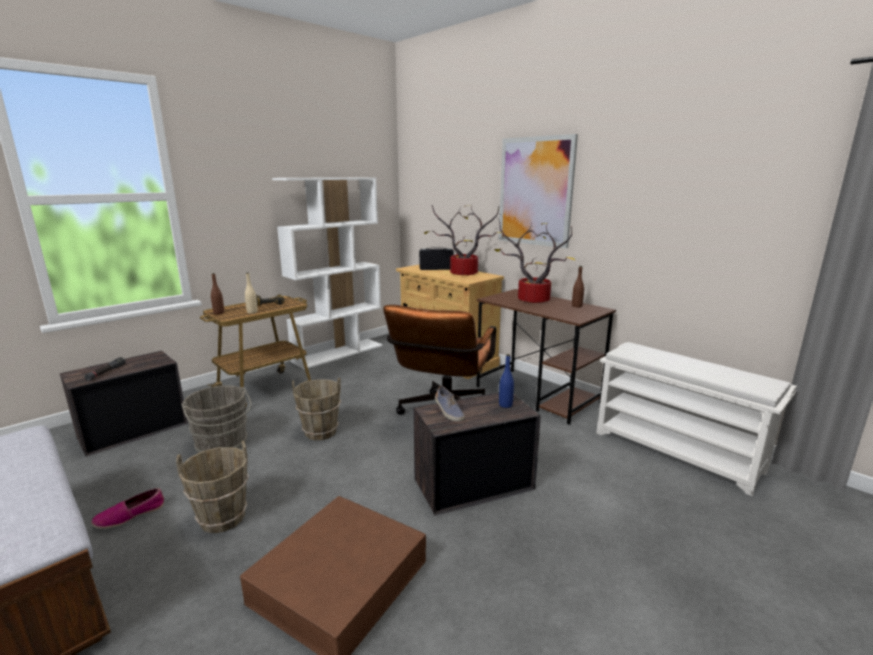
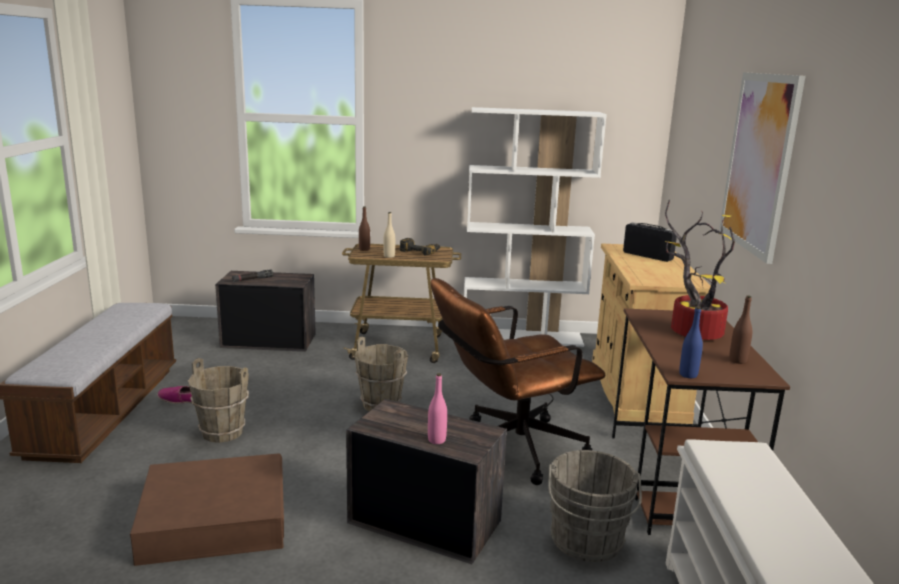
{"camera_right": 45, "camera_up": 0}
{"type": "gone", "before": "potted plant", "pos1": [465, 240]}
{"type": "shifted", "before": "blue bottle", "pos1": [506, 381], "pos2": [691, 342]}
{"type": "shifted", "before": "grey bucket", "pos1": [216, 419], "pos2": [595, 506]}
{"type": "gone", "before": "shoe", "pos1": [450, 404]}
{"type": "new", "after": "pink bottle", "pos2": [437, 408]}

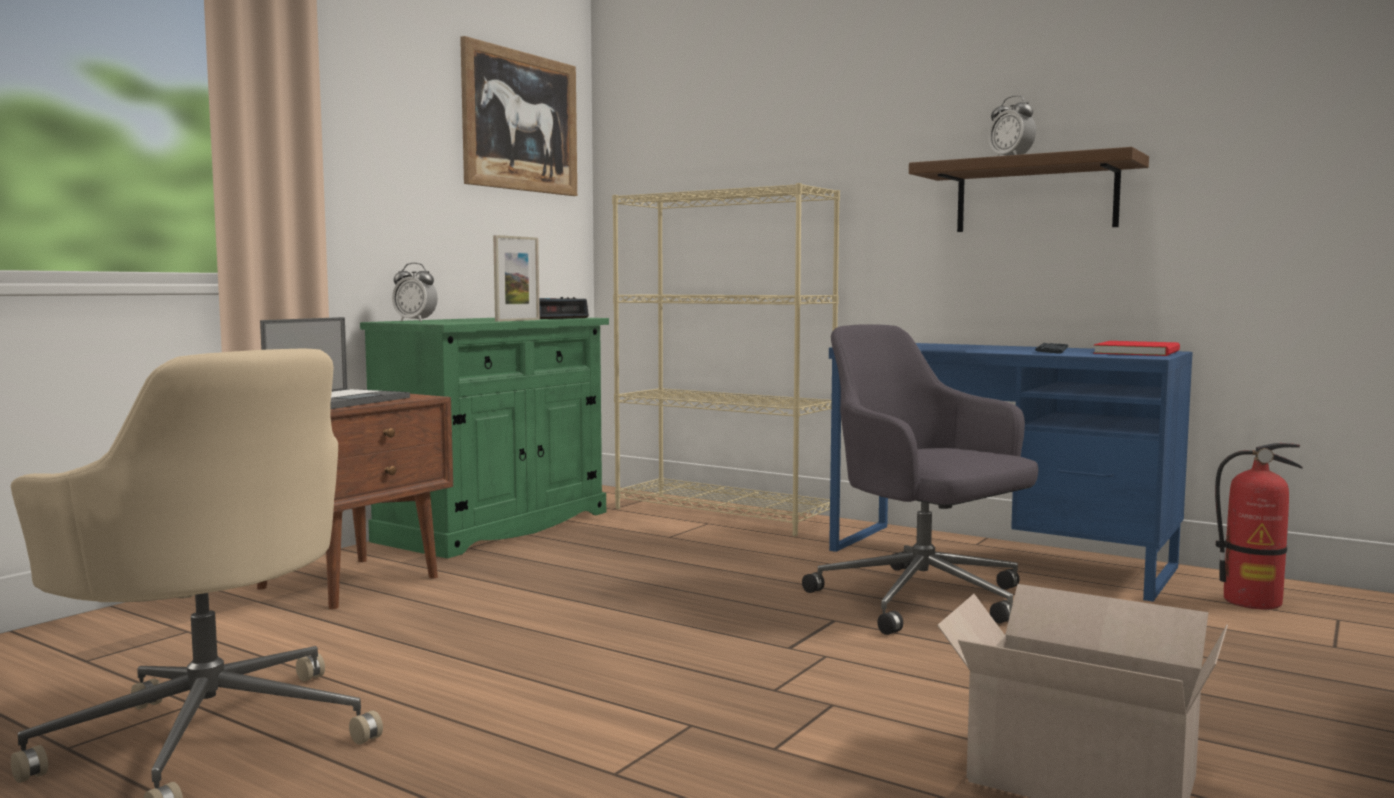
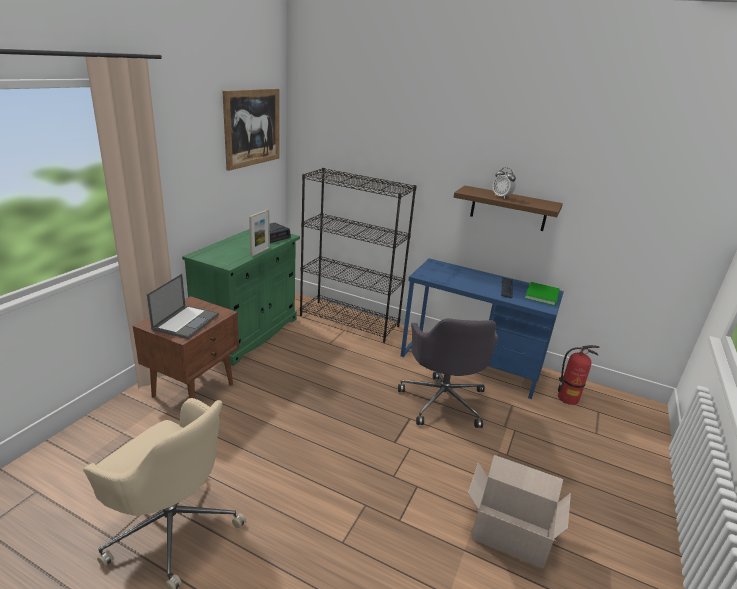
{"camera_right": -10, "camera_up": 20}
{"type": "repainted", "before": "beige bookcase", "after": "black bookcase", "pos1": [726, 359], "pos2": [358, 255]}
{"type": "gone", "before": "alarm clock", "pos1": [415, 292]}
{"type": "rotated", "before": "grey office chair", "pos1": [920, 479], "pos2": [448, 373], "turn": -135}
{"type": "repainted", "before": "red book", "after": "green book", "pos1": [1136, 348], "pos2": [542, 294]}

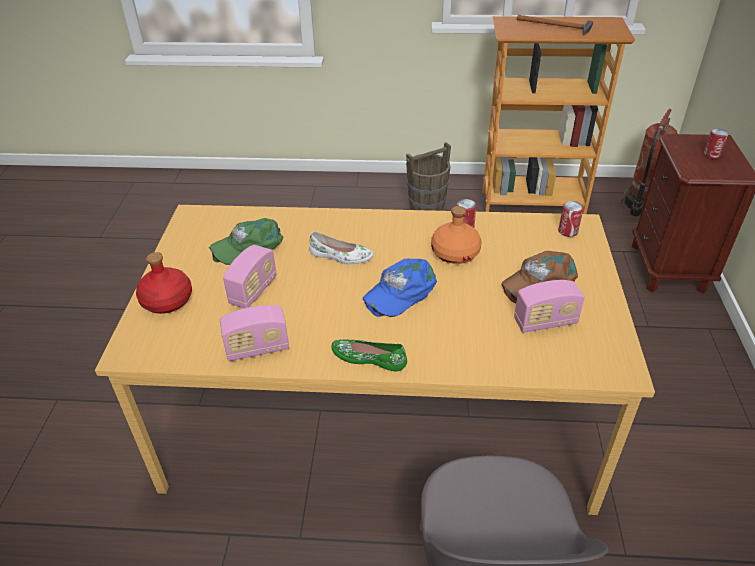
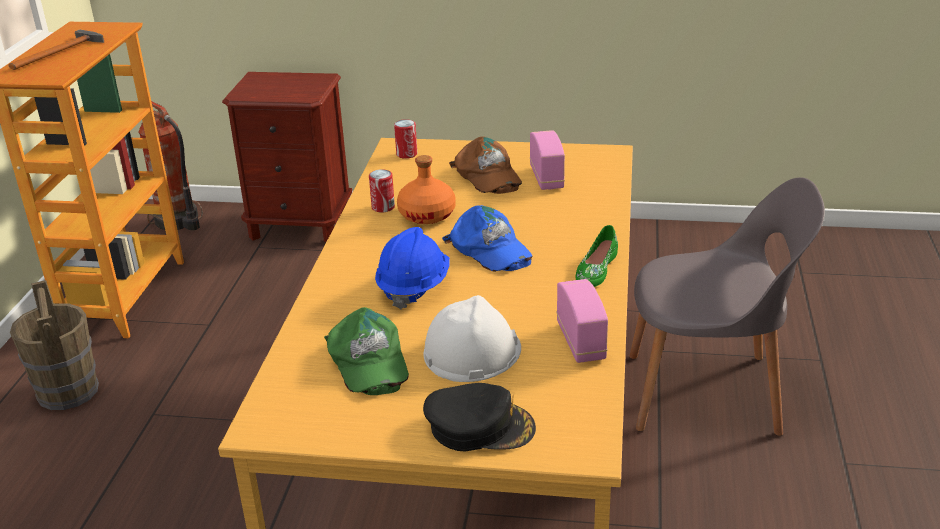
{"camera_right": -85, "camera_up": -10}
{"type": "gone", "before": "can", "pos1": [716, 144]}
{"type": "swapped", "before": "white shoe", "after": "blue hard hat", "pos1": [341, 248], "pos2": [412, 268]}
{"type": "swapped", "before": "radio", "after": "white hard hat", "pos1": [250, 276], "pos2": [472, 338]}
{"type": "swapped", "before": "red bottle", "after": "black cap", "pos1": [164, 283], "pos2": [479, 417]}

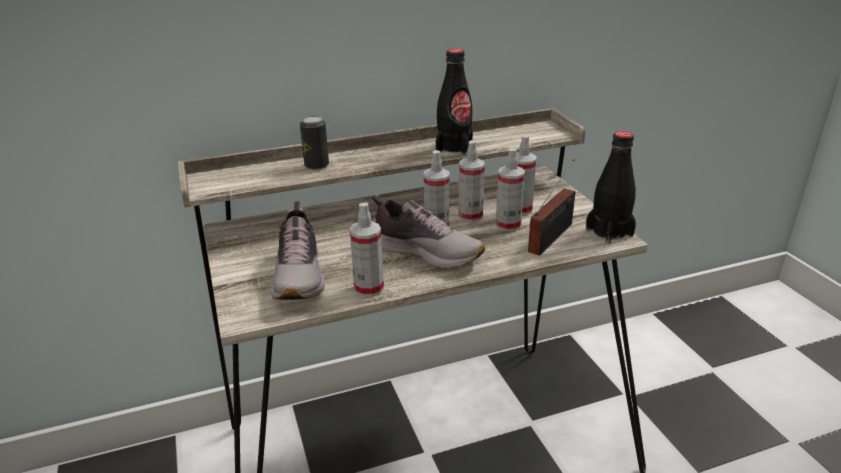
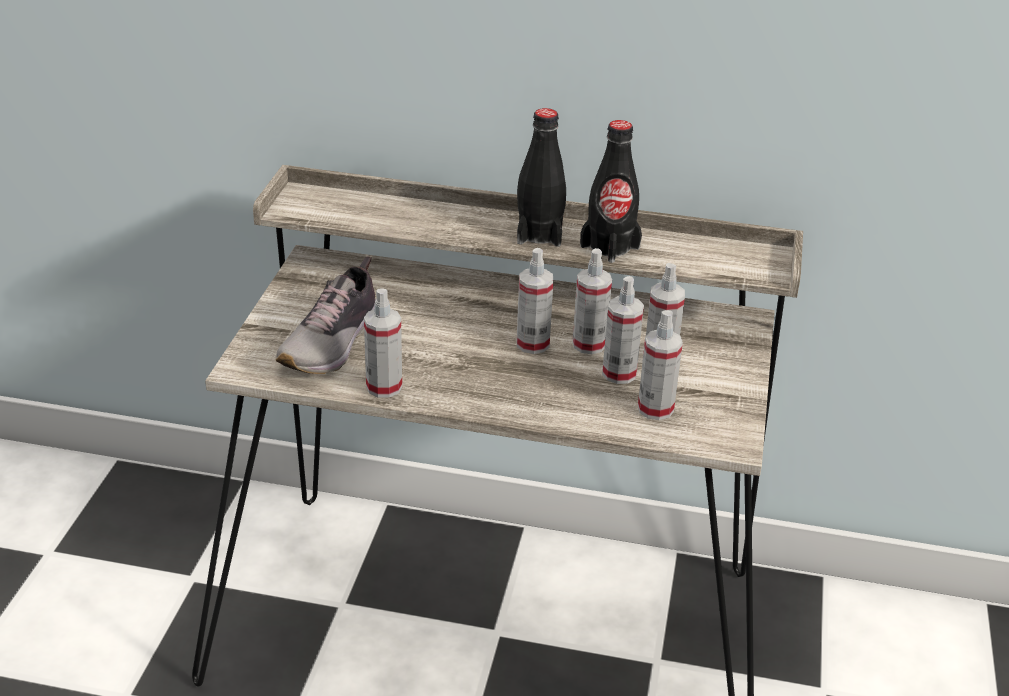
{"camera_right": 30, "camera_up": 5}
{"type": "gone", "before": "can", "pos1": [314, 143]}
{"type": "shifted", "before": "black bottle", "pos1": [611, 187], "pos2": [541, 177]}
{"type": "swapped", "before": "radio", "after": "spray bottle", "pos1": [551, 207], "pos2": [660, 365]}
{"type": "gone", "before": "shoe", "pos1": [428, 232]}

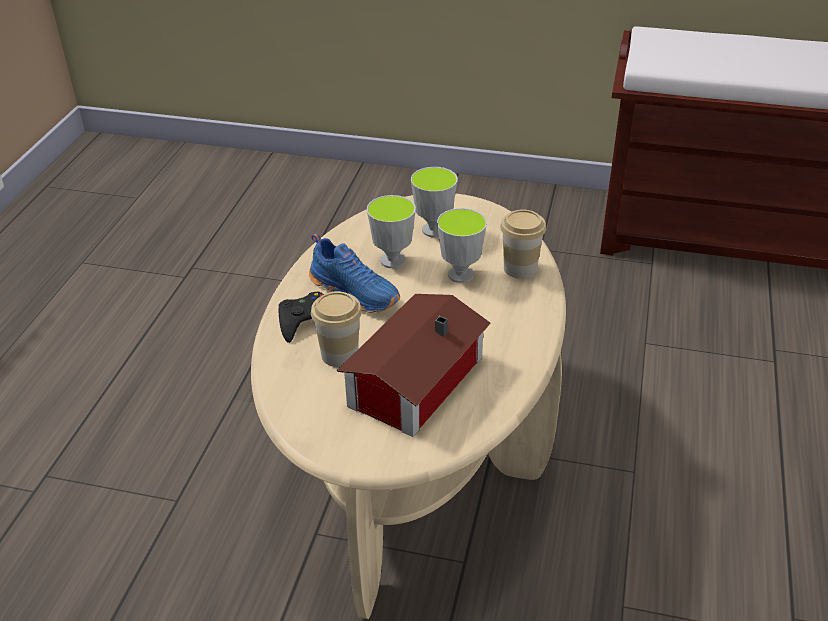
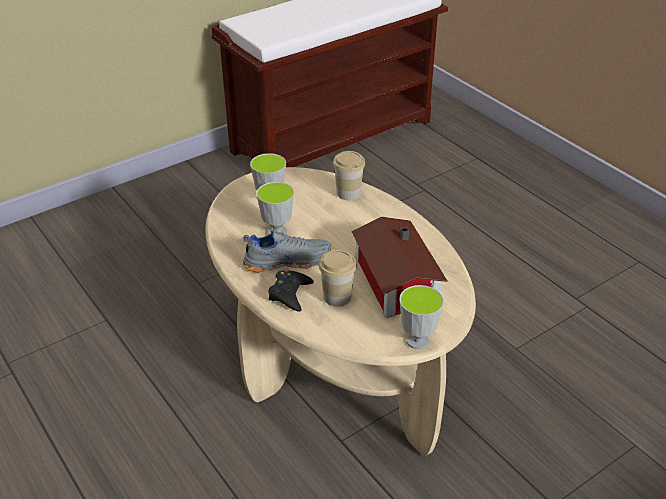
{"camera_right": -50, "camera_up": 0}
{"type": "shifted", "before": "cup", "pos1": [462, 245], "pos2": [421, 317]}
{"type": "repainted", "before": "blue shoe", "after": "grey shoe", "pos1": [354, 273], "pos2": [287, 251]}

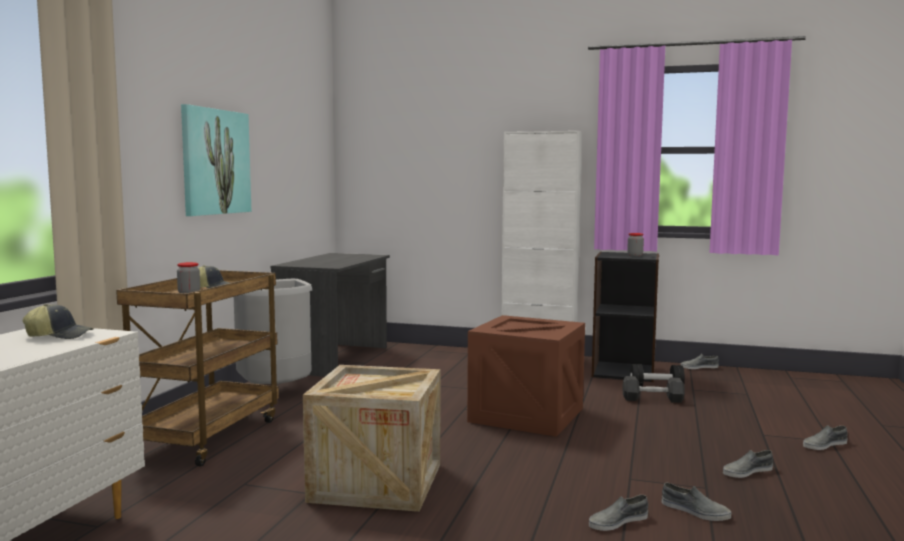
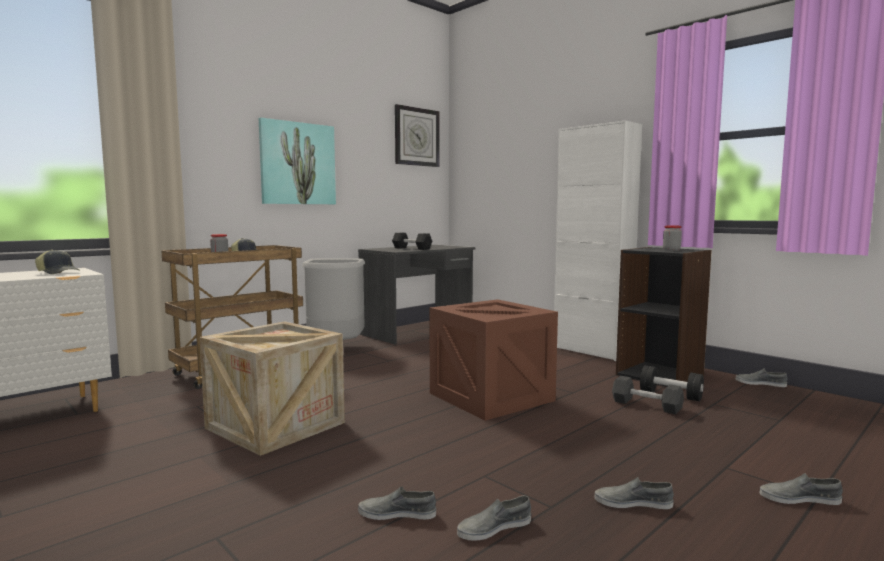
{"camera_right": 30, "camera_up": 0}
{"type": "rotated", "before": "grey shoe", "pos1": [696, 502], "pos2": [494, 518], "turn": 90}
{"type": "new", "after": "wall clock", "pos2": [417, 135]}
{"type": "new", "after": "black dumbbell", "pos2": [412, 241]}

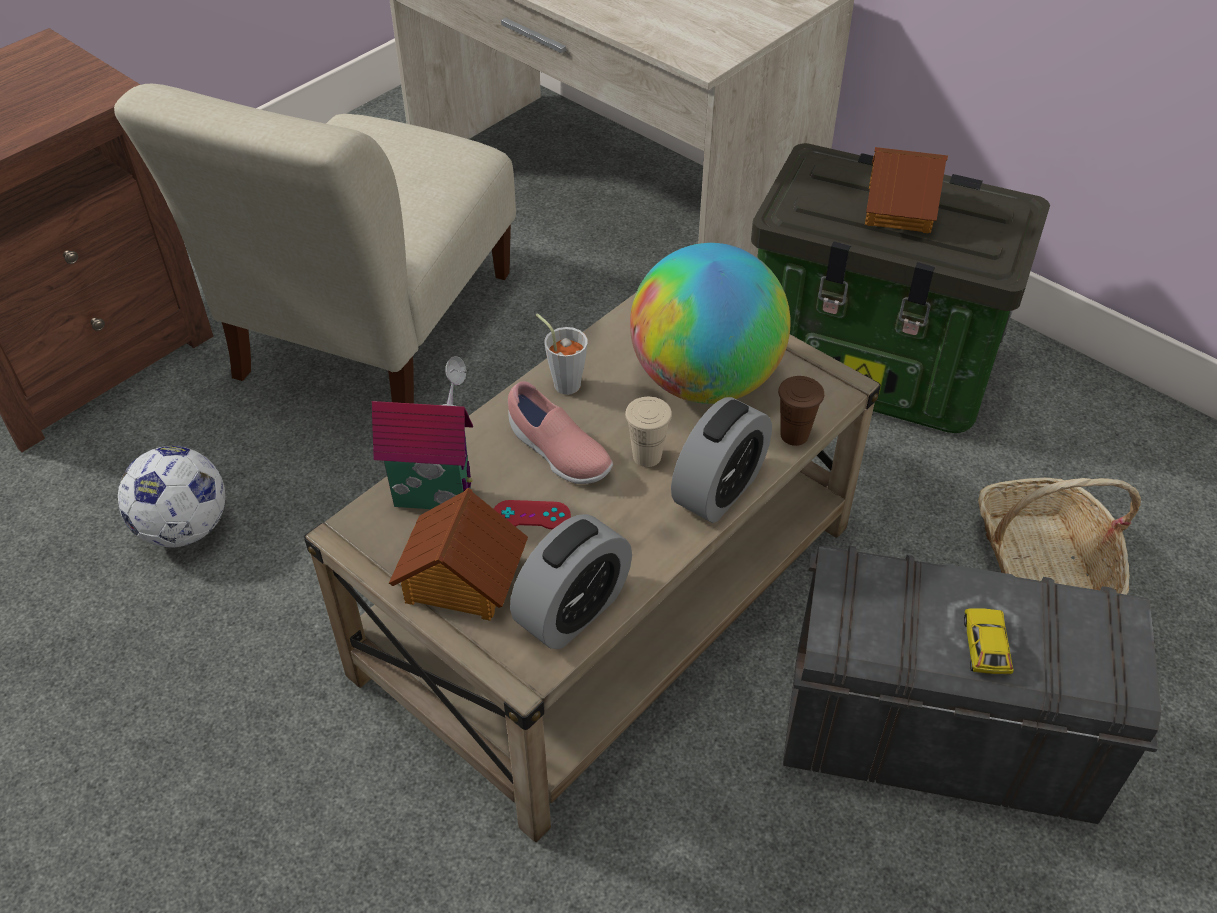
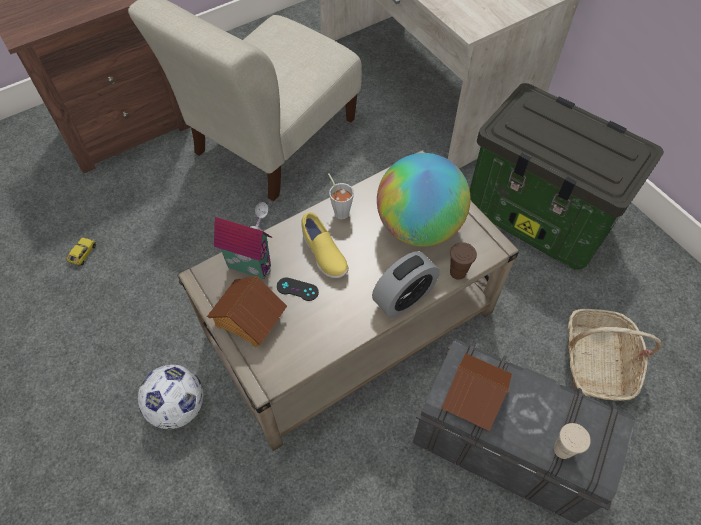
{"camera_right": 15, "camera_up": 10}
{"type": "shifted", "before": "toy house", "pos1": [906, 190], "pos2": [477, 392]}
{"type": "repainted", "before": "pink shoe", "after": "yellow shoe", "pos1": [560, 432], "pos2": [325, 245]}
{"type": "shifted", "before": "beige cup", "pos1": [648, 432], "pos2": [572, 441]}
{"type": "shifted", "before": "football", "pos1": [171, 497], "pos2": [170, 397]}
{"type": "repainted", "before": "red game controller", "after": "black game controller", "pos1": [532, 514], "pos2": [298, 289]}
{"type": "gone", "before": "alarm clock", "pos1": [571, 581]}
{"type": "shifted", "before": "toy car", "pos1": [989, 641], "pos2": [81, 251]}

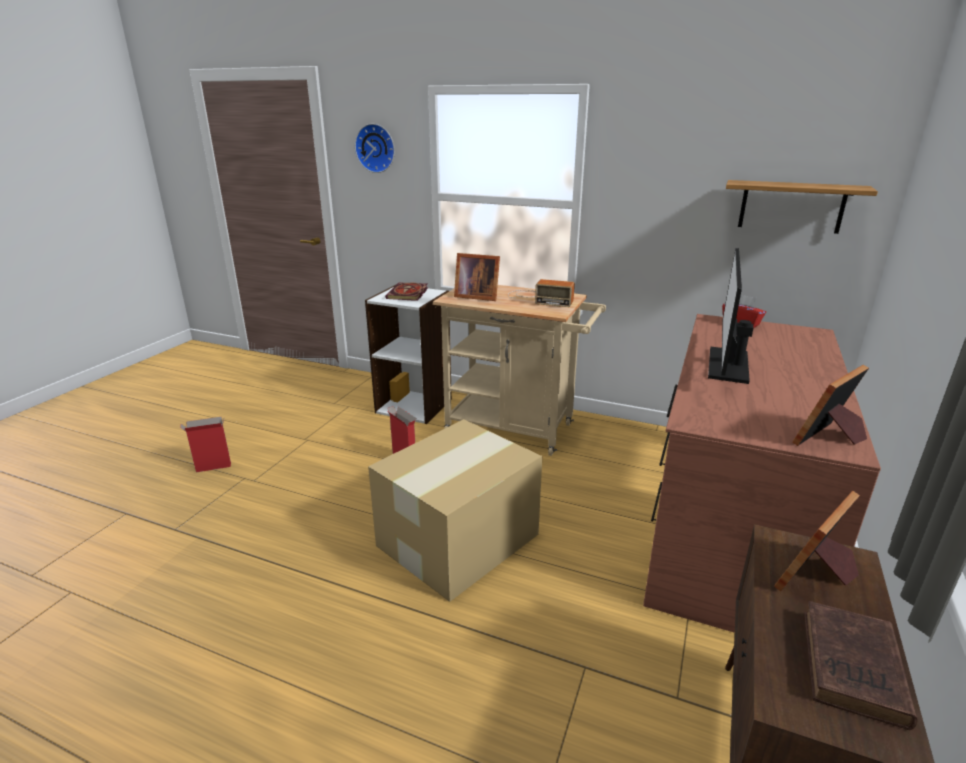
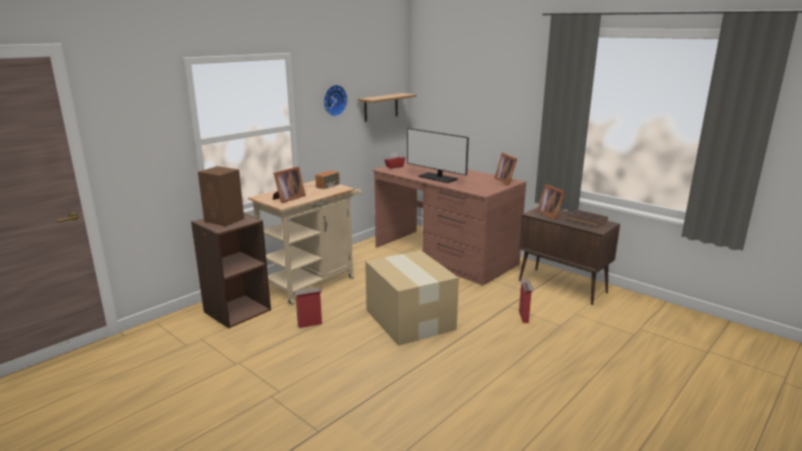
{"camera_right": -70, "camera_up": -5}
{"type": "shifted", "before": "wall clock", "pos1": [375, 148], "pos2": [336, 101]}
{"type": "swapped", "before": "book", "after": "brown speaker", "pos1": [406, 292], "pos2": [221, 196]}
{"type": "repainted", "before": "white bookcase", "after": "brown bookcase", "pos1": [408, 354], "pos2": [231, 270]}
{"type": "shifted", "before": "cardboard box", "pos1": [205, 444], "pos2": [526, 300]}

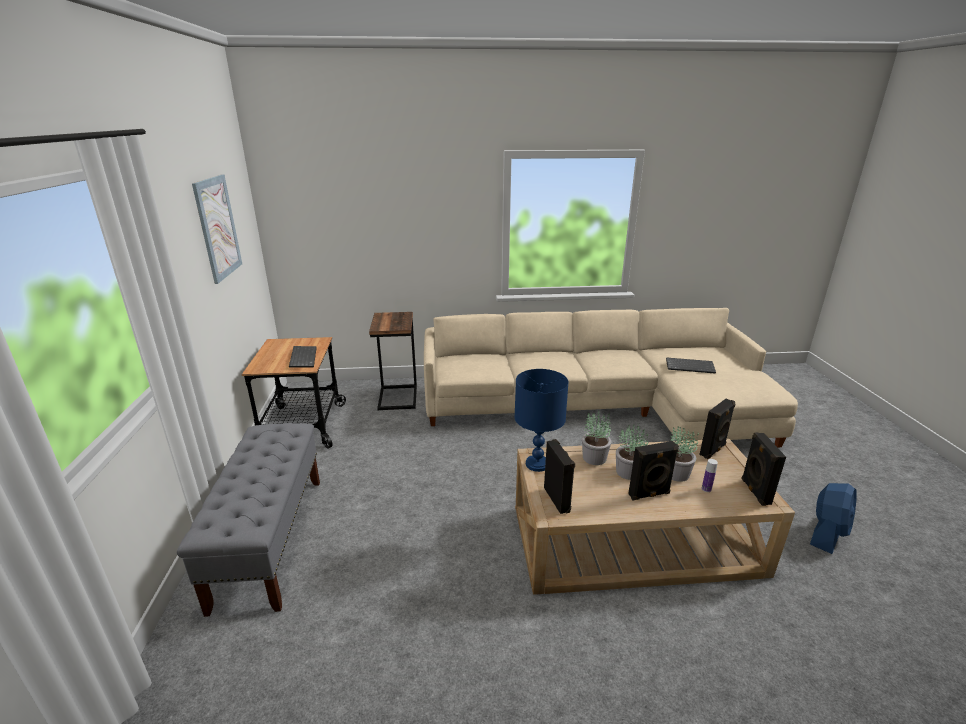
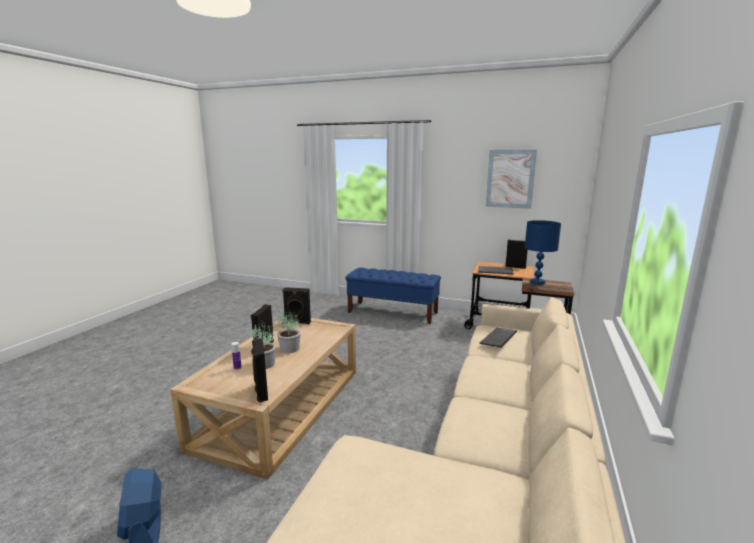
{"camera_right": 115, "camera_up": -10}
{"type": "shifted", "before": "keyboard", "pos1": [691, 365], "pos2": [498, 338]}
{"type": "shifted", "before": "blue table lamp", "pos1": [541, 420], "pos2": [542, 252]}
{"type": "gone", "before": "potted plant", "pos1": [596, 437]}
{"type": "repainted", "before": "grey bench", "after": "blue bench", "pos1": [248, 520], "pos2": [393, 296]}
{"type": "shifted", "before": "black speaker", "pos1": [763, 469], "pos2": [516, 254]}

